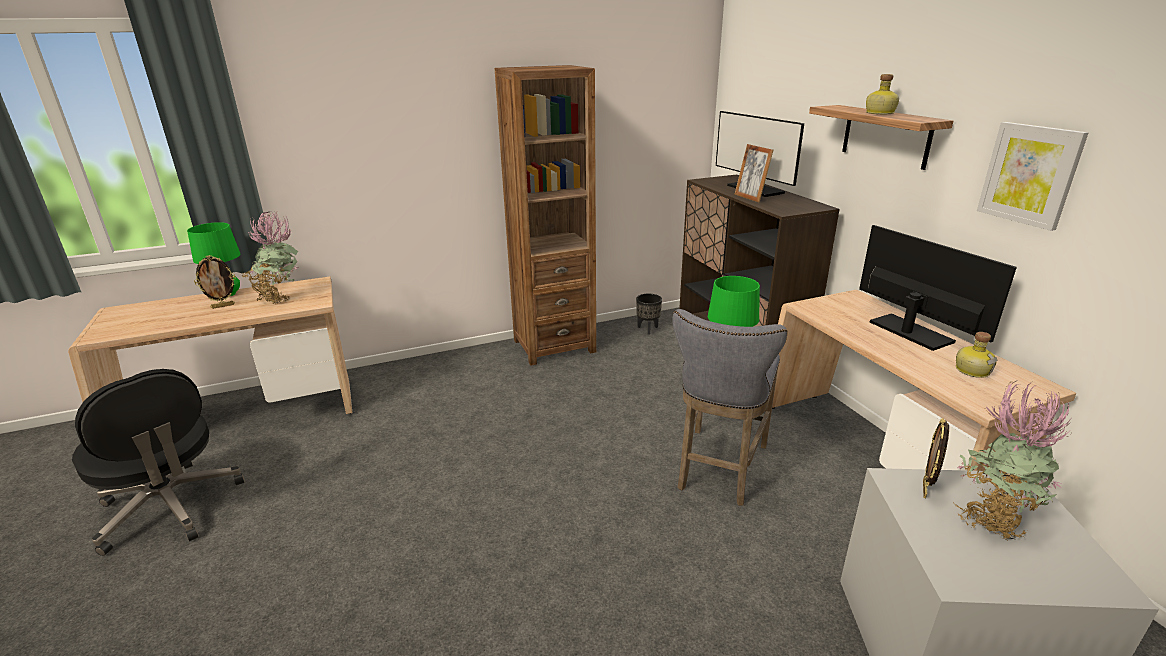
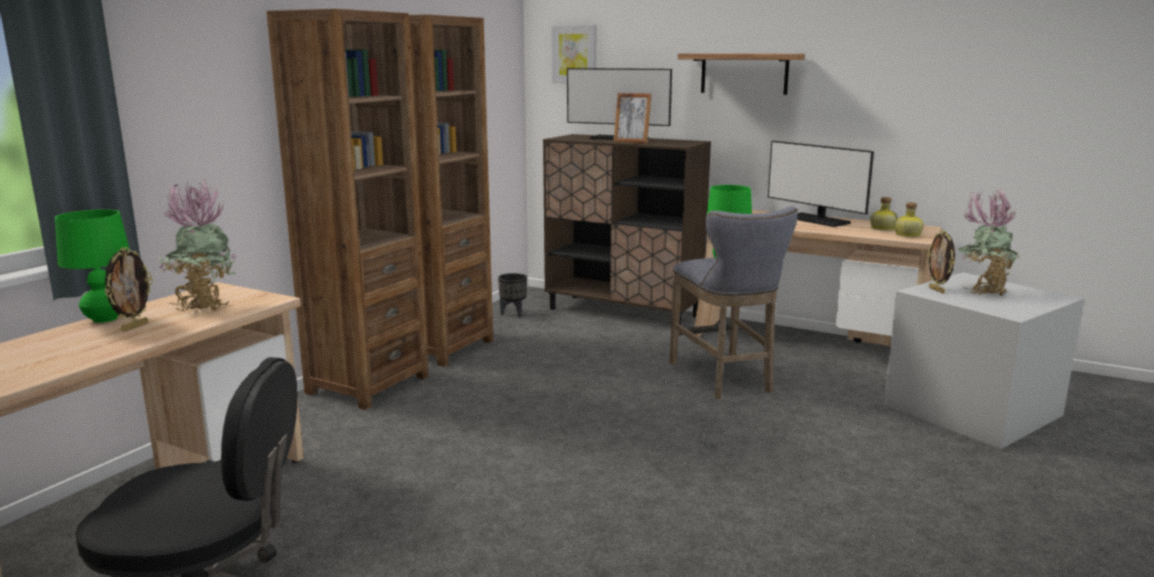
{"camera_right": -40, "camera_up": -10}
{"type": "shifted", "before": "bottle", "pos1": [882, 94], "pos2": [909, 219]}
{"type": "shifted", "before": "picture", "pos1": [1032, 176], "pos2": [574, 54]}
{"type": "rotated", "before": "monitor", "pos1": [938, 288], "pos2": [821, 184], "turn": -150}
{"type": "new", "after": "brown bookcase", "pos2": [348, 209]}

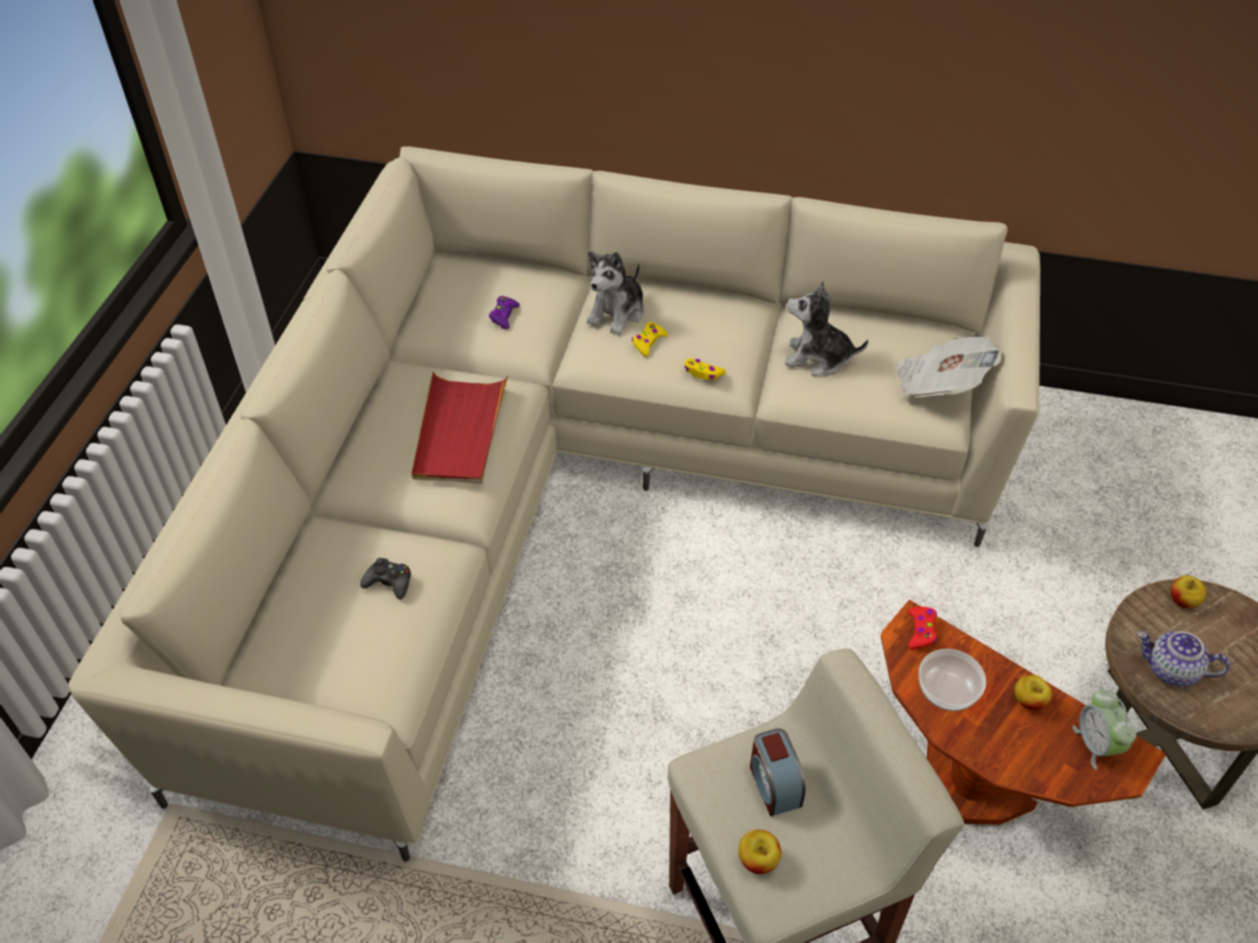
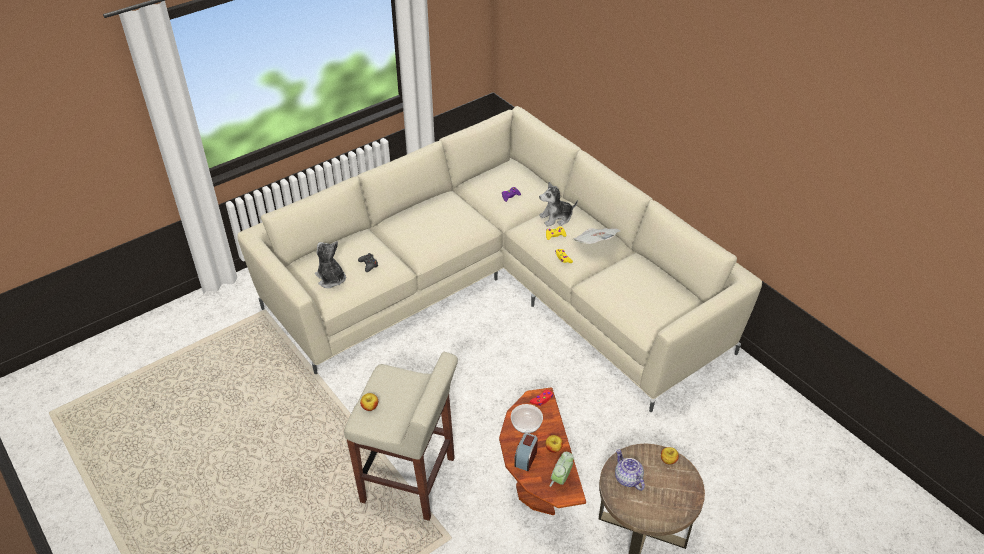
{"camera_right": 40, "camera_up": -5}
{"type": "shifted", "before": "plush toy", "pos1": [826, 328], "pos2": [330, 264]}
{"type": "shifted", "before": "newspaper", "pos1": [949, 366], "pos2": [597, 236]}
{"type": "gone", "before": "red tray", "pos1": [460, 428]}
{"type": "shifted", "before": "alarm clock", "pos1": [778, 772], "pos2": [526, 452]}

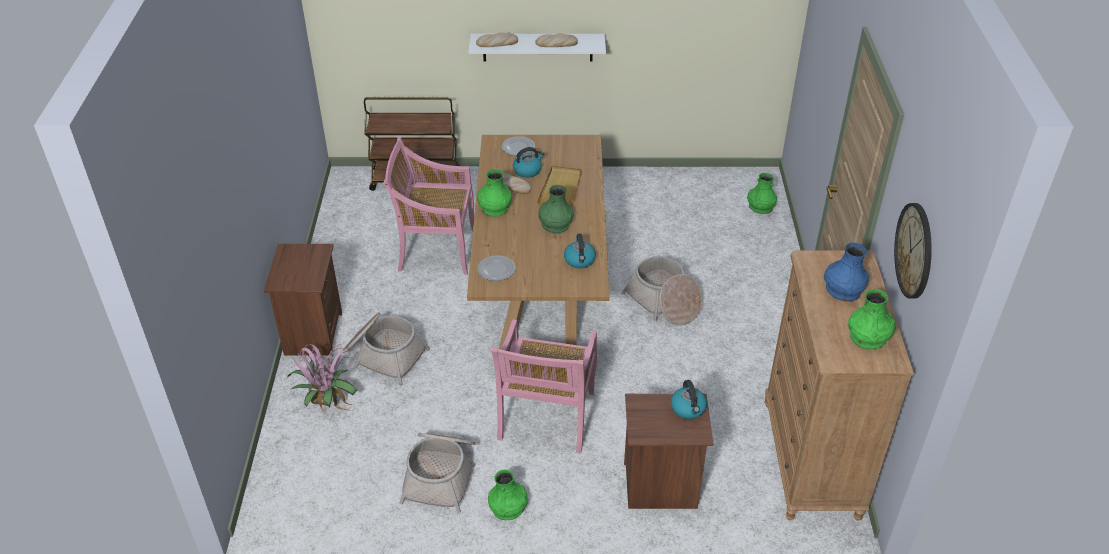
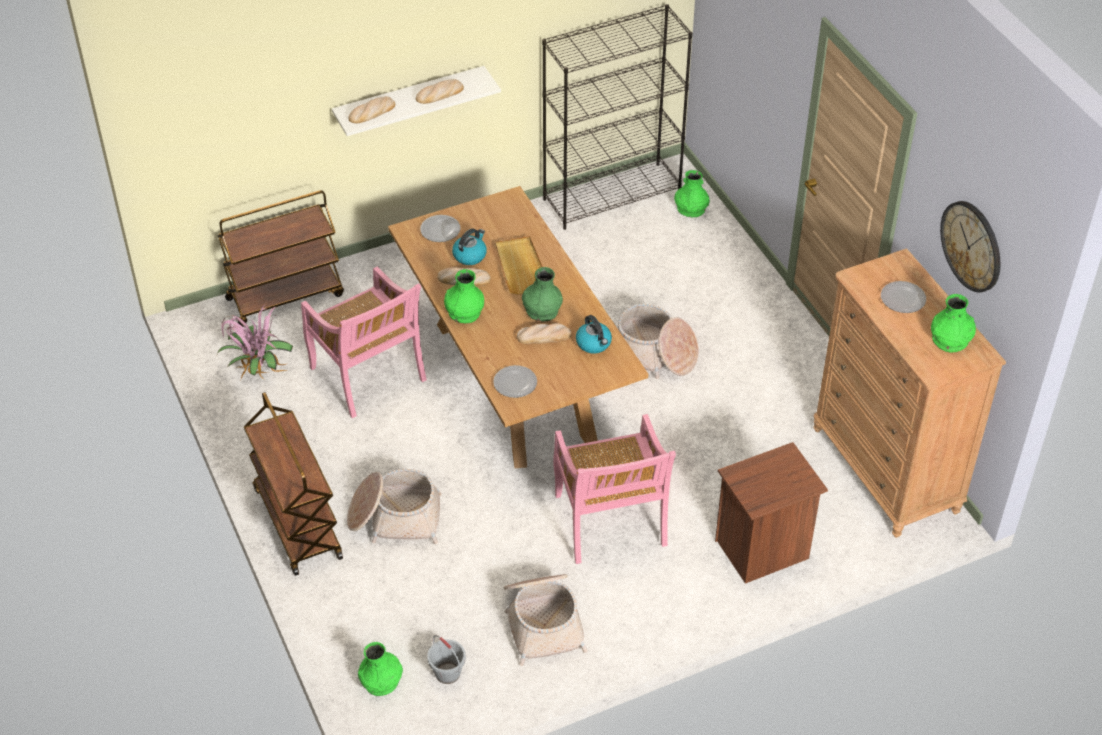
{"camera_right": -25, "camera_up": 5}
{"type": "rotated", "before": "pink chair", "pos1": [429, 206], "pos2": [364, 342], "turn": -105}
{"type": "swapped", "before": "blue vase", "after": "plate", "pos1": [846, 271], "pos2": [903, 297]}
{"type": "swapped", "before": "brown nightstand", "after": "brown cart", "pos1": [303, 300], "pos2": [293, 484]}
{"type": "shifted", "before": "potted plant", "pos1": [322, 378], "pos2": [255, 341]}
{"type": "gone", "before": "kettle", "pos1": [689, 399]}
{"type": "shifted", "before": "green vase", "pos1": [508, 495], "pos2": [380, 669]}
{"type": "new", "after": "black bookcase", "pos2": [617, 117]}
{"type": "new", "after": "bread", "pos2": [544, 333]}
{"type": "new", "after": "grey bucket", "pos2": [446, 659]}

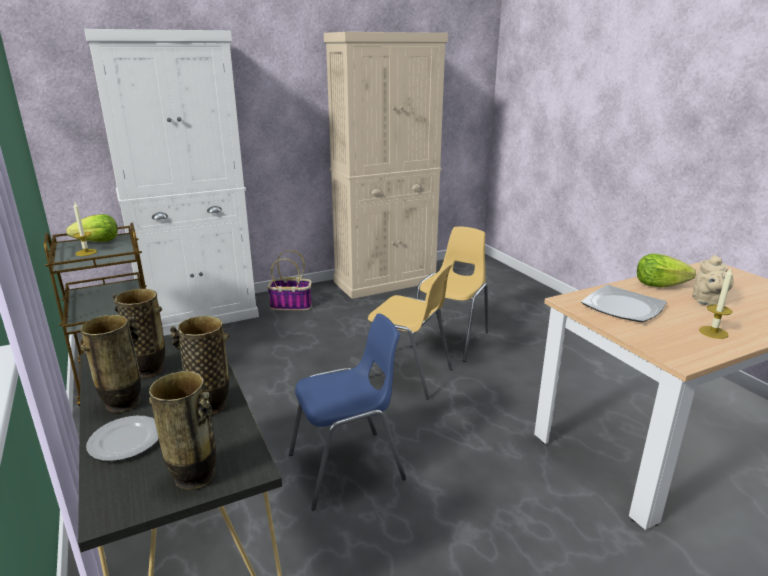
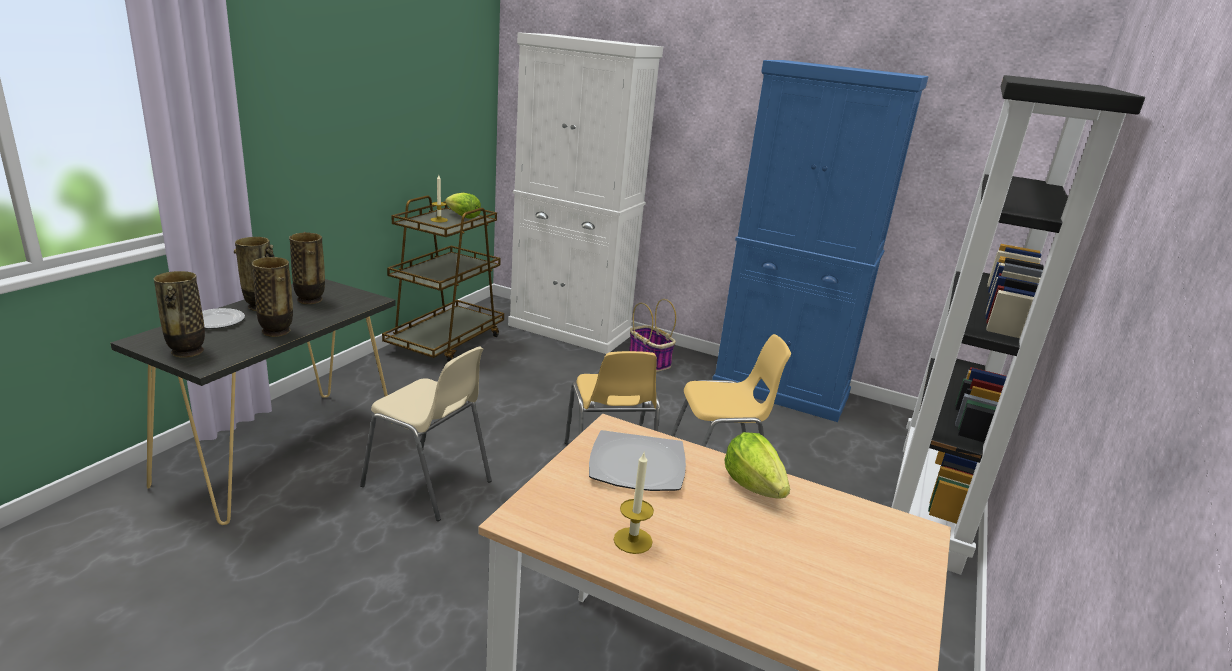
{"camera_right": 50, "camera_up": 0}
{"type": "repainted", "before": "beige cabinet", "after": "blue cabinet", "pos1": [386, 165], "pos2": [820, 241]}
{"type": "gone", "before": "beige teapot", "pos1": [712, 280]}
{"type": "repainted", "before": "blue chair", "after": "beige chair", "pos1": [347, 412], "pos2": [426, 433]}
{"type": "new", "after": "black bookcase", "pos2": [1018, 325]}

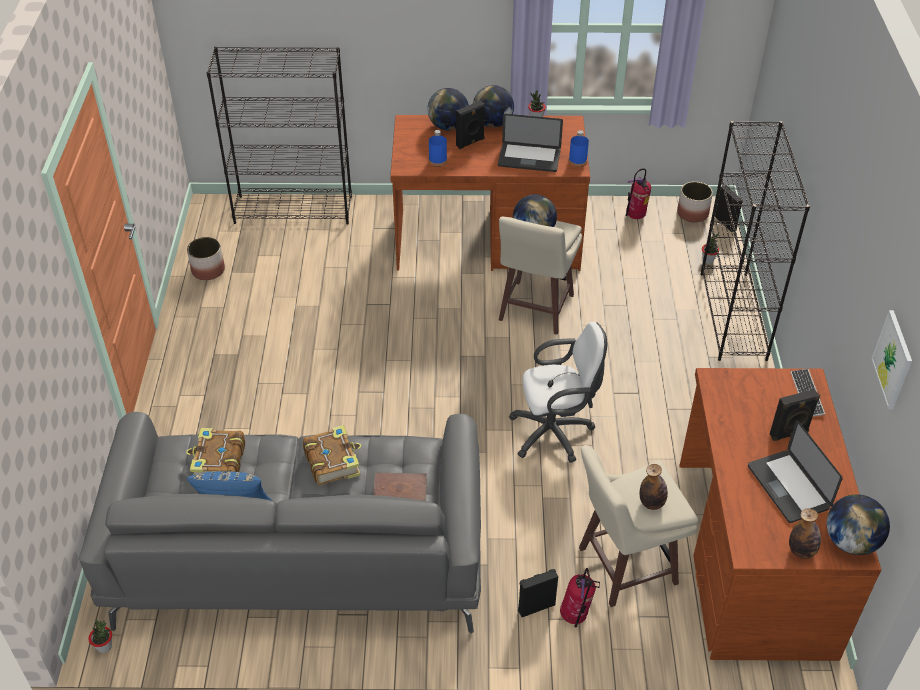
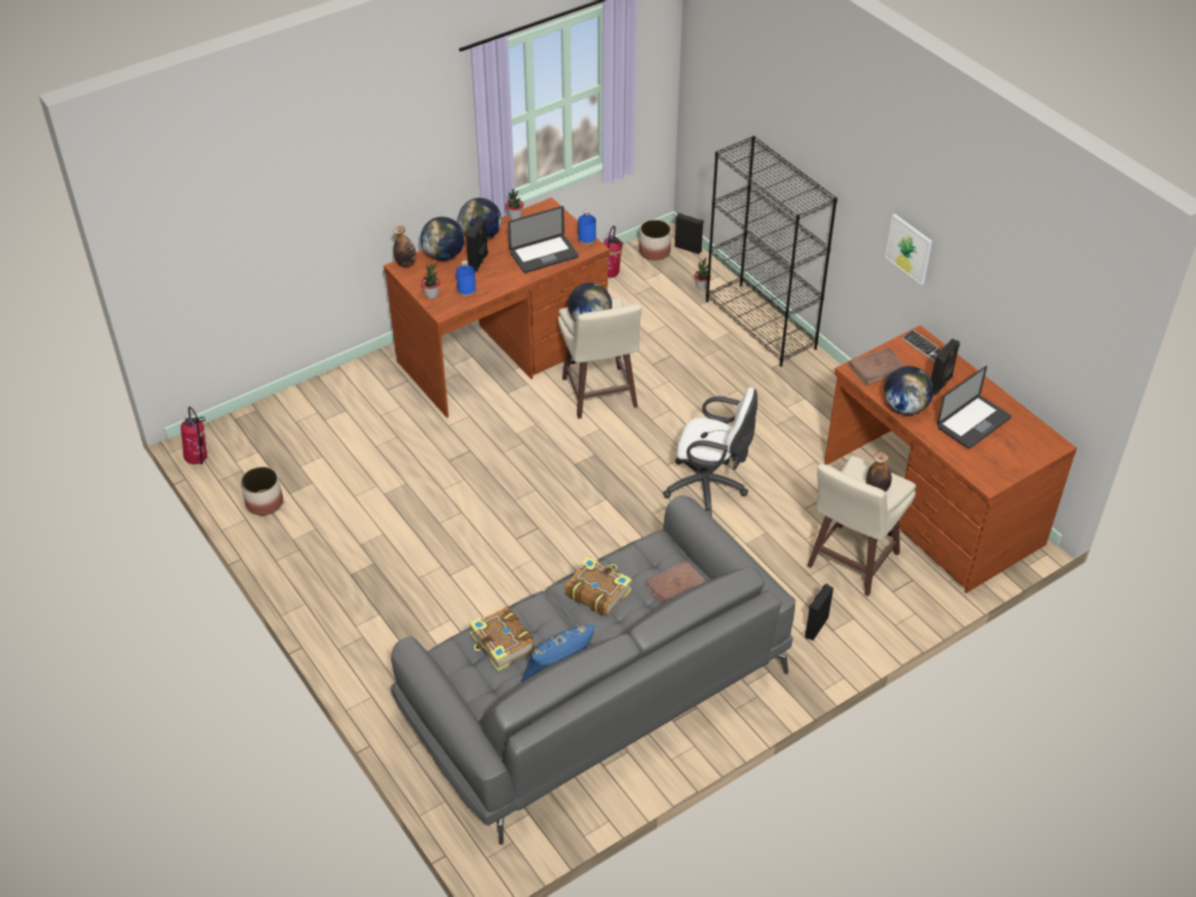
{"camera_right": -35, "camera_up": 0}
{"type": "gone", "before": "black bookcase", "pos1": [279, 135]}
{"type": "shifted", "before": "picture", "pos1": [892, 360], "pos2": [908, 249]}
{"type": "rotated", "before": "white office chair", "pos1": [558, 392], "pos2": [710, 451], "turn": 60}
{"type": "rotated", "before": "laptop", "pos1": [795, 471], "pos2": [974, 407], "turn": -75}
{"type": "shifted", "before": "globe", "pos1": [858, 524], "pos2": [909, 390]}
{"type": "shifted", "before": "bottle", "pos1": [805, 534], "pos2": [404, 246]}
{"type": "shifted", "before": "fire extinguisher", "pos1": [580, 598], "pos2": [194, 435]}
{"type": "shifted", "before": "potted plant", "pos1": [100, 636], "pos2": [430, 281]}
{"type": "new", "after": "brown book", "pos2": [877, 367]}

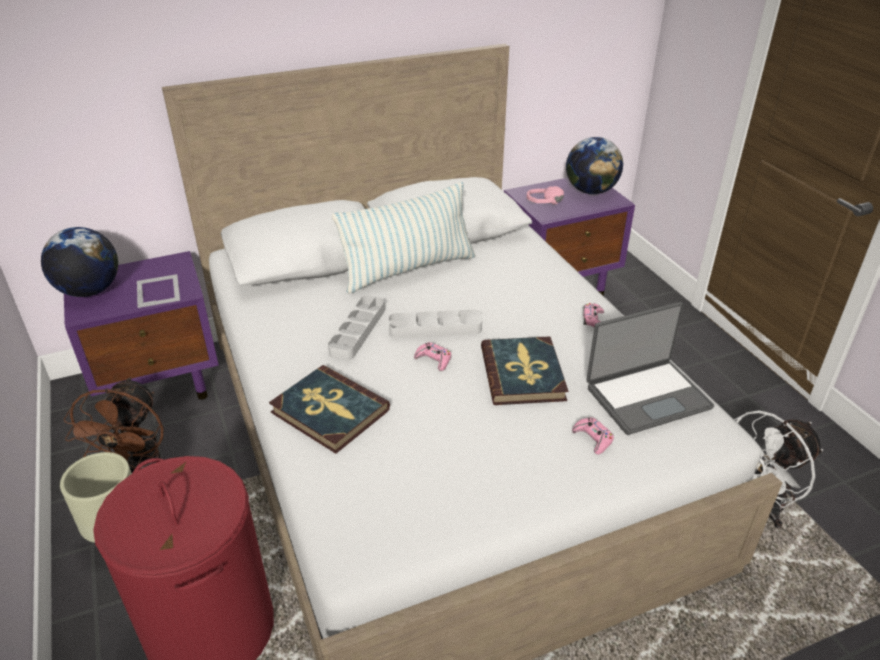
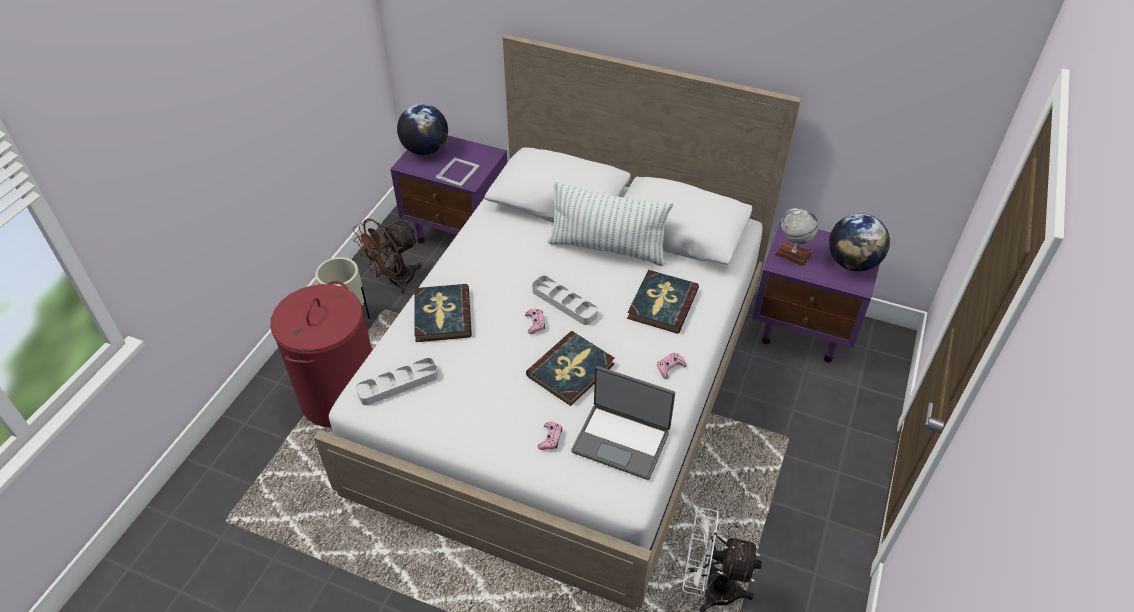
{"camera_right": 45, "camera_up": 10}
{"type": "swapped", "before": "pink headphones", "after": "globe", "pos1": [545, 195], "pos2": [796, 237]}
{"type": "shifted", "before": "grey tray", "pos1": [356, 328], "pos2": [397, 381]}
{"type": "new", "after": "book", "pos2": [663, 302]}

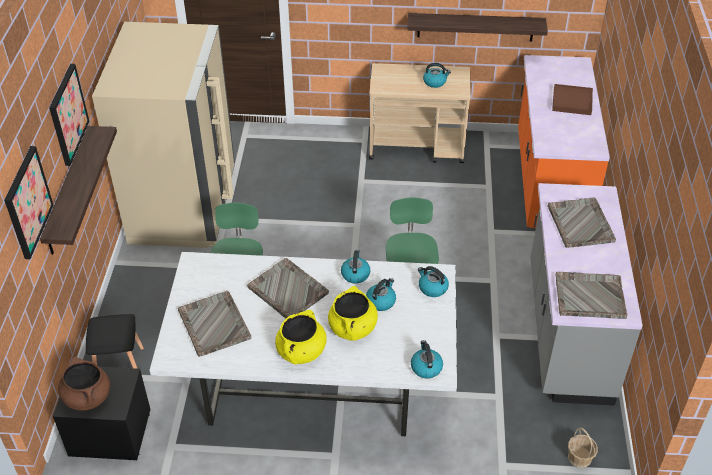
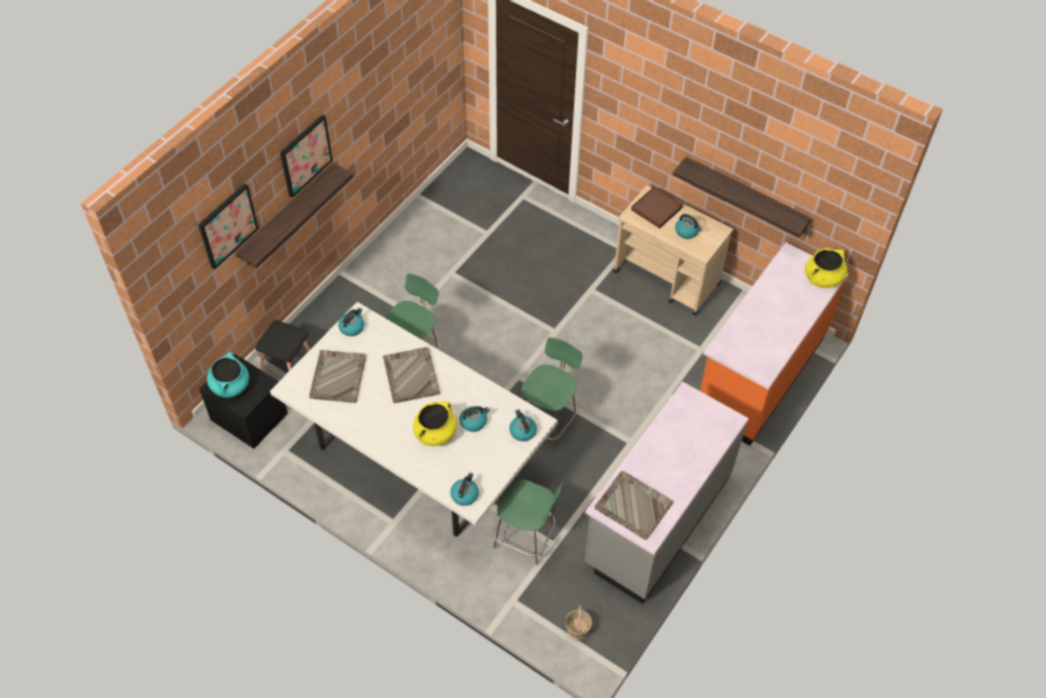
{"camera_right": 30, "camera_up": 10}
{"type": "gone", "before": "beige fridge", "pos1": [163, 135]}
{"type": "shifted", "before": "brown tray", "pos1": [572, 99], "pos2": [657, 207]}
{"type": "gone", "before": "grey tray", "pos1": [582, 223]}
{"type": "shifted", "before": "kettle", "pos1": [355, 267], "pos2": [351, 322]}
{"type": "shifted", "before": "yellow cooking pot", "pos1": [301, 337], "pos2": [826, 268]}
{"type": "repainted", "before": "brown cooking pot", "after": "turquoise cooking pot", "pos1": [84, 383], "pos2": [228, 375]}
{"type": "new", "after": "green chair", "pos2": [528, 522]}

